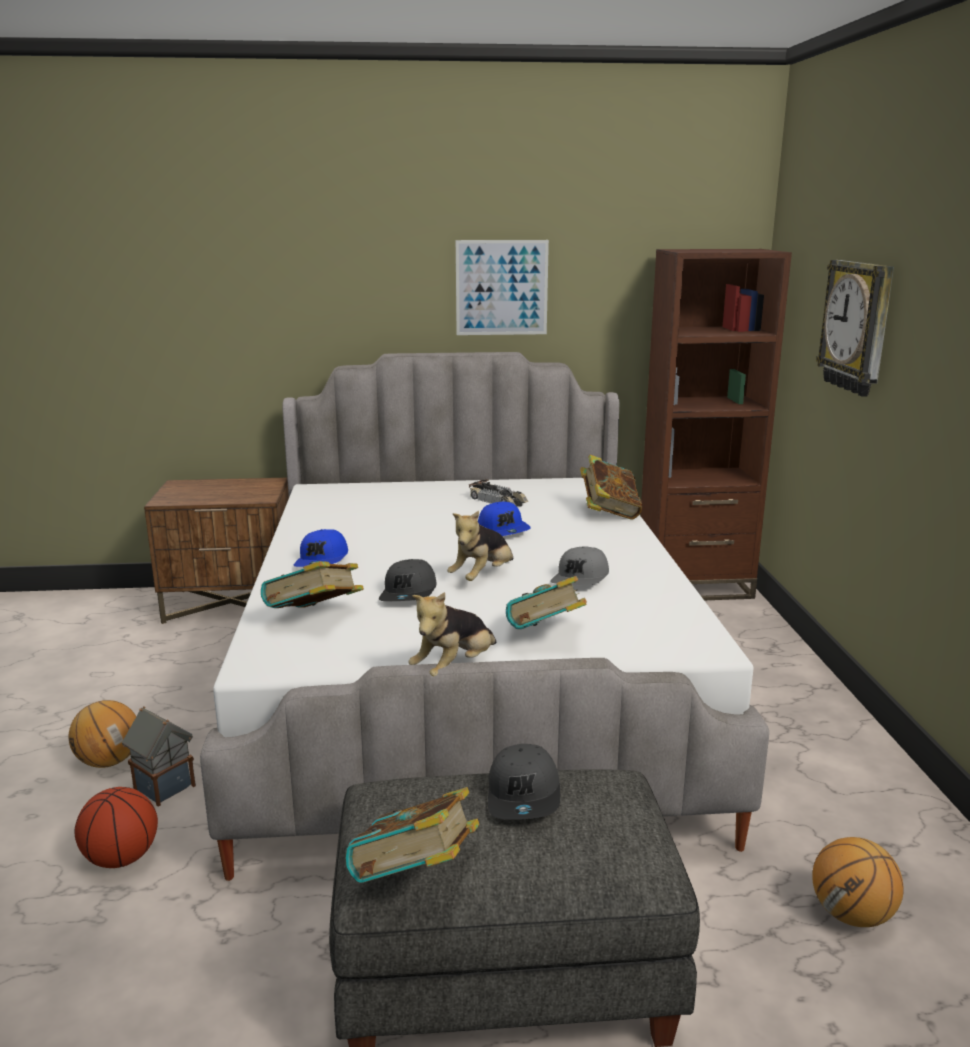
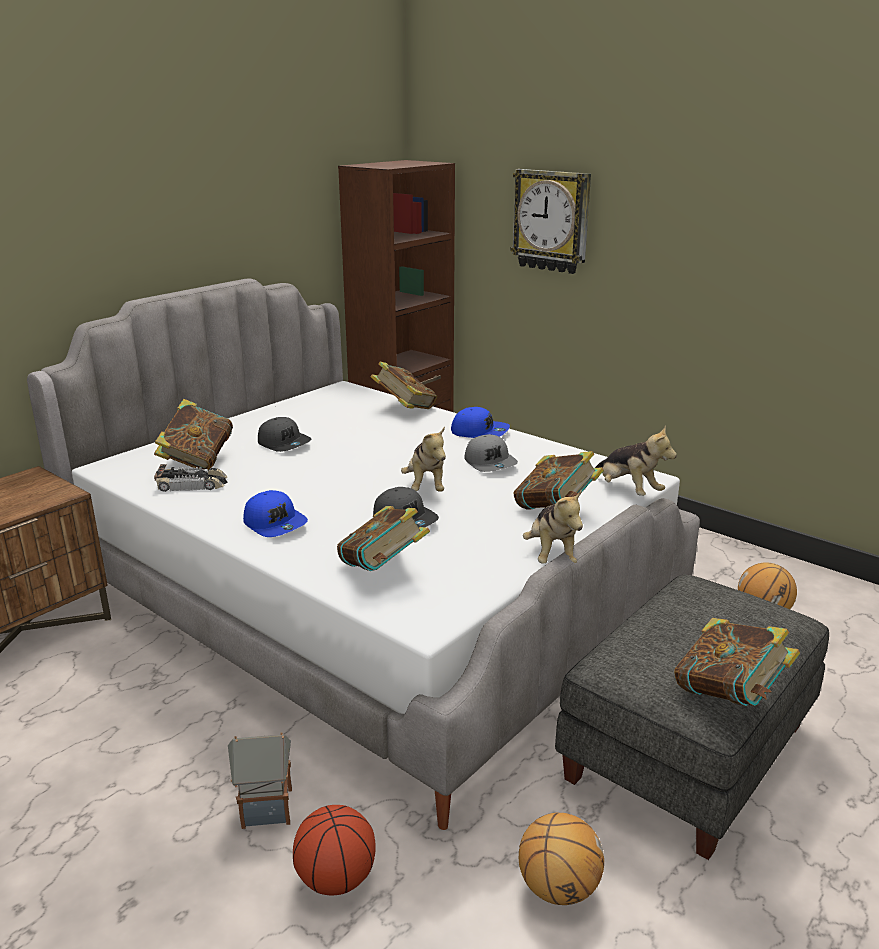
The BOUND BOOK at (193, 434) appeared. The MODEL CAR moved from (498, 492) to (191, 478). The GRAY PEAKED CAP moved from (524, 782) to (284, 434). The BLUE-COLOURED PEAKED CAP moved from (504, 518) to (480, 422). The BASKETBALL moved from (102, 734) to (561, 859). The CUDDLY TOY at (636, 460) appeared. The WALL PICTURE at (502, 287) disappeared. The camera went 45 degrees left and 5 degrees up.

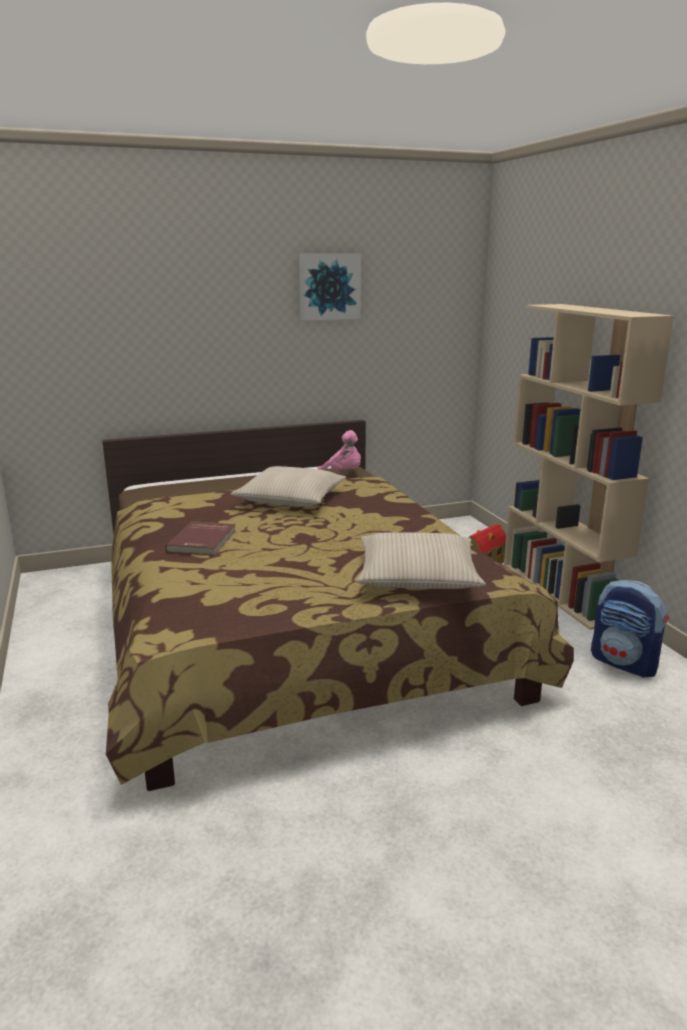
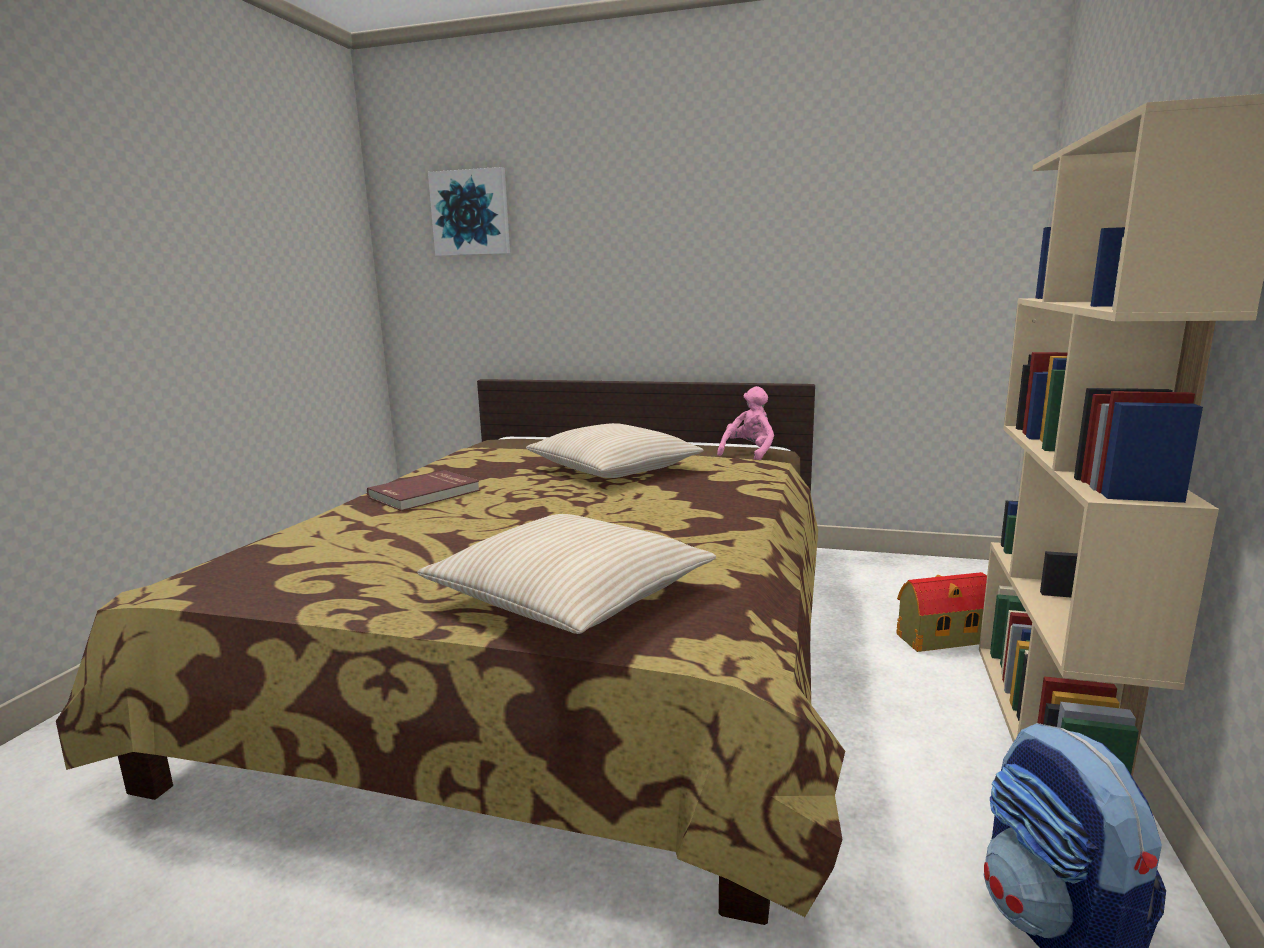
The WALL PICTURE moved from (330, 287) to (469, 211). The PINK-COLOURED CUDDLY TOY at (339, 450) turned 120 degrees counterclockwise. The camera went 35 degrees right and 5 degrees down.

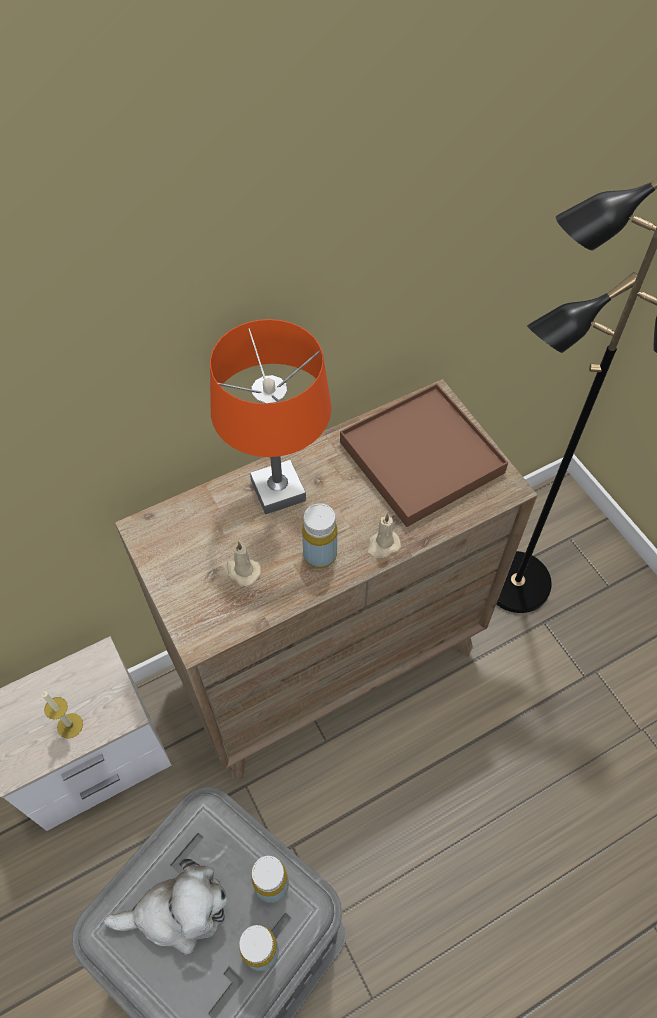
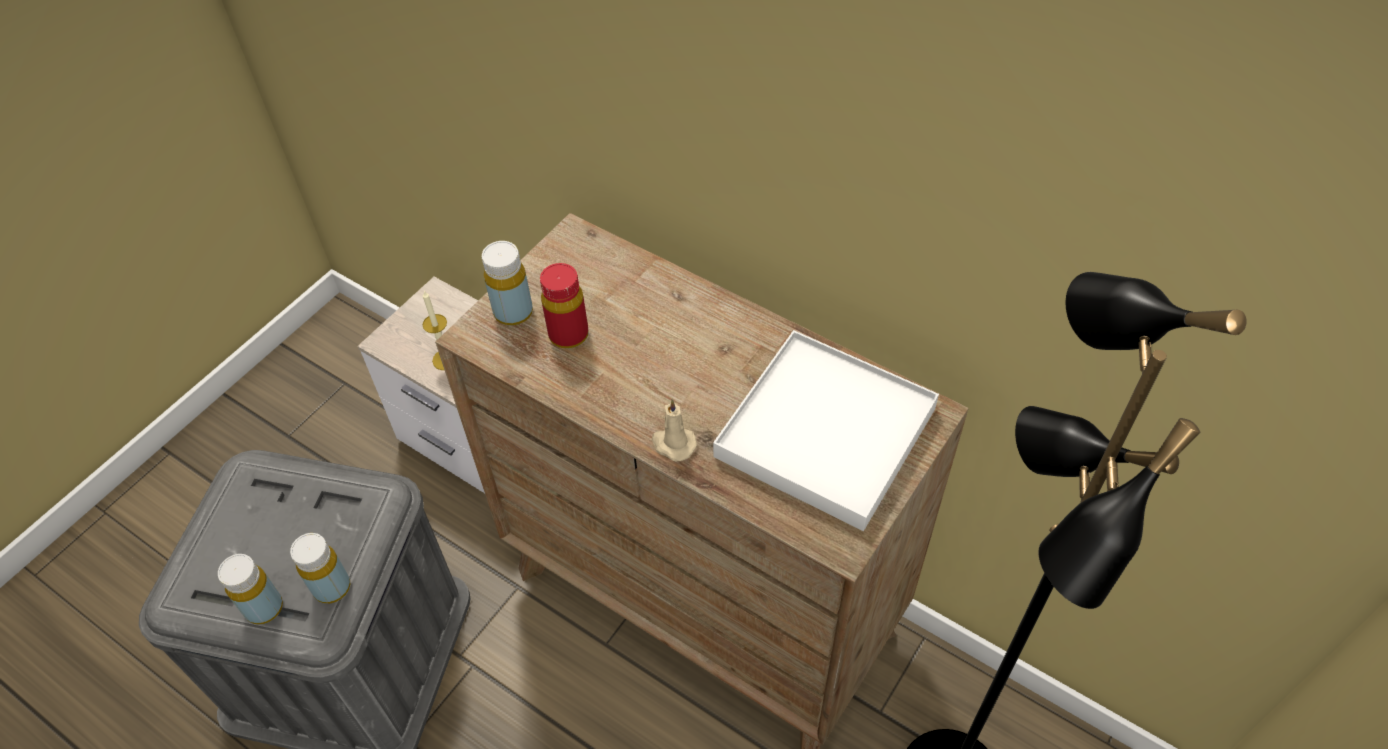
The YELLOWISH DRINK BOTTLE moved from (319, 535) to (507, 283). The BEIGE-COLOURED WAX LIGHT at (244, 564) was replaced by the REDDISH DRINK BOTTLE at (564, 306). The BROWNISH CARRYING TRAY at (424, 455) became the WHITE CARRYING TRAY at (826, 430). The CUDDLY TOY at (165, 907) disappeared. The ORANGE LAMP FOR A TABLE at (270, 416) disappeared. The camera went 65 degrees right and 5 degrees down.

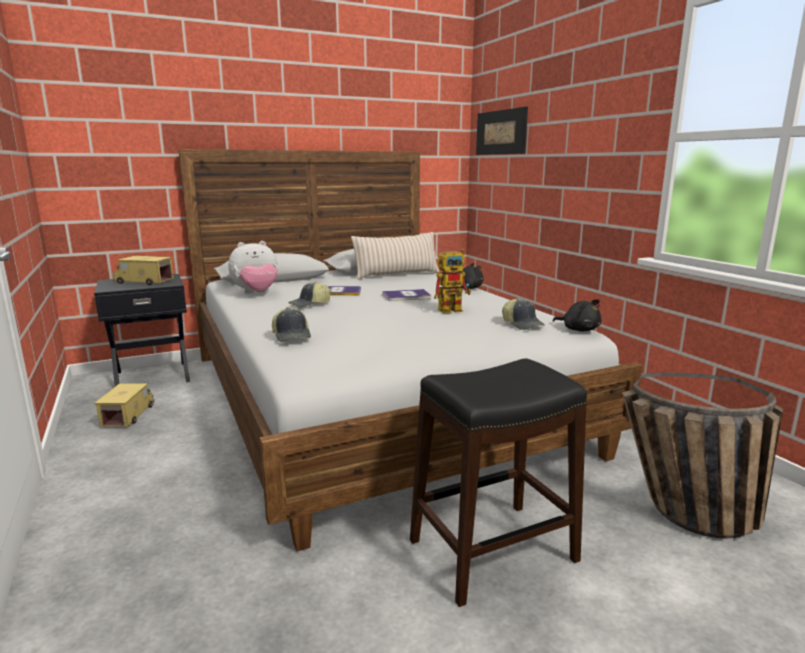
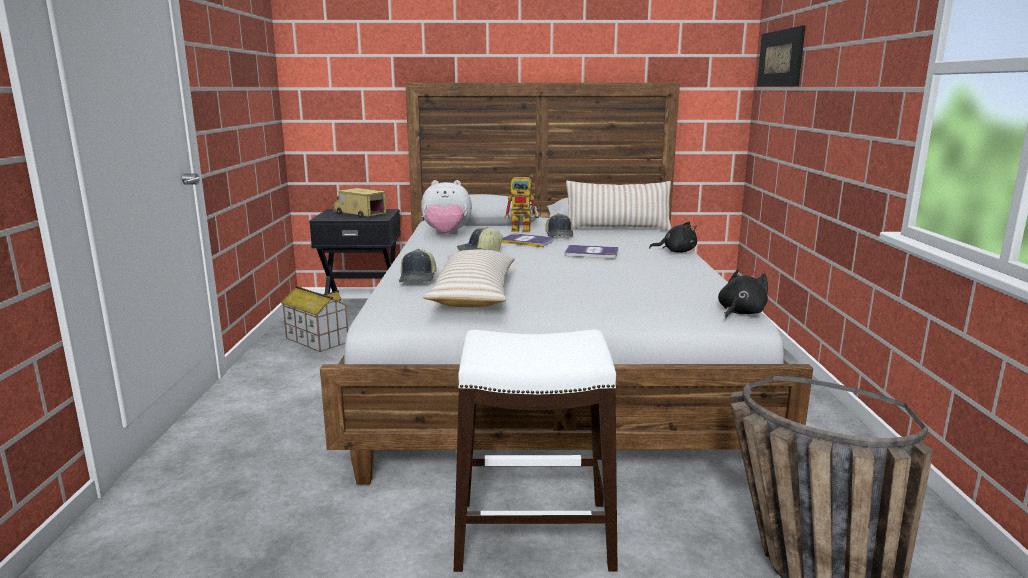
The TOY LORRY at (124, 405) was replaced by the MINIATURE HOUSE at (314, 319). The BEIGE-COLOURED THROW PILLOW at (469, 278) appeared. The BLACKISH STOOL SEAT at (498, 482) became the WHITE STOOL SEAT at (536, 451). The TOY ROBOT moved from (452, 281) to (523, 203). The PEAKED CAP moved from (523, 314) to (559, 225). The BLACKISH CUDDLY TOY at (577, 315) turned 120 degrees counterclockwise. The camera went 25 degrees right and 0 degrees up.

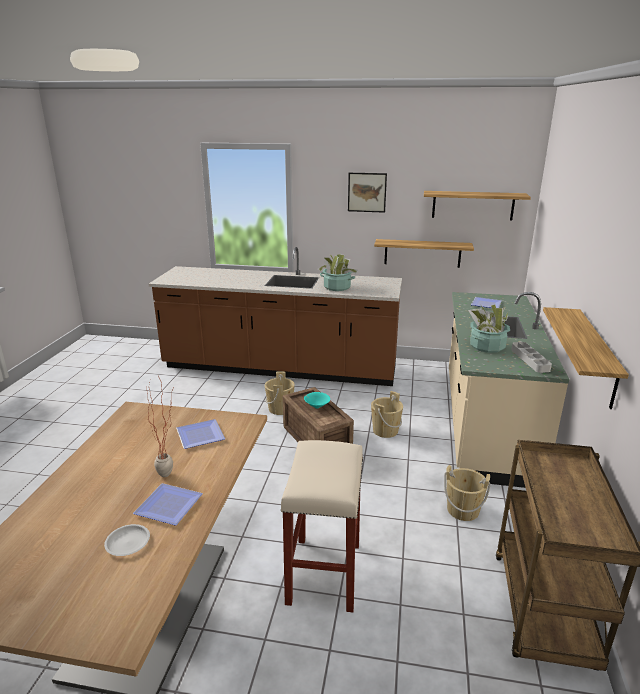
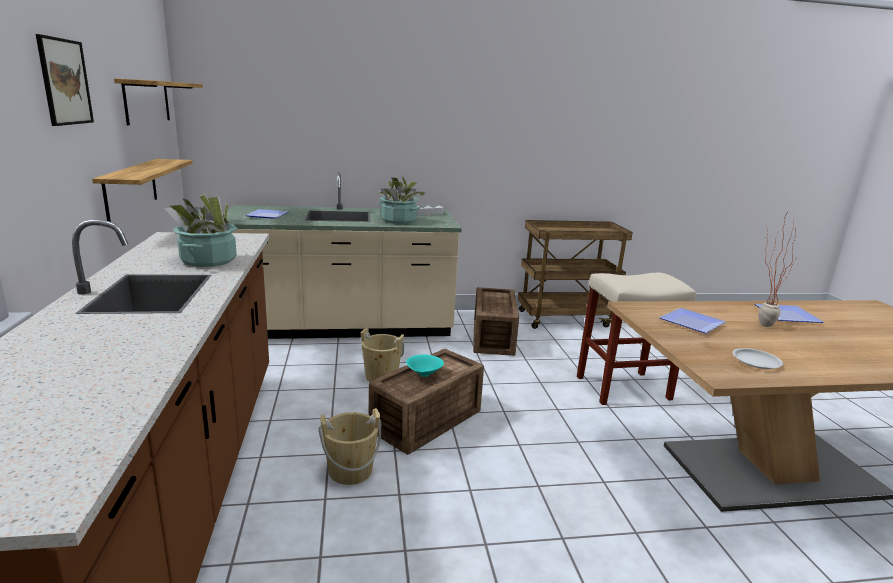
The BEIGE-COLOURED PAIL at (467, 493) was replaced by the SHIPPING CRATE at (496, 321). The WHITE FLAT DISH moved from (127, 540) to (758, 358). The SHELF at (586, 358) disappeared. The camera went 110 degrees left and 5 degrees down.

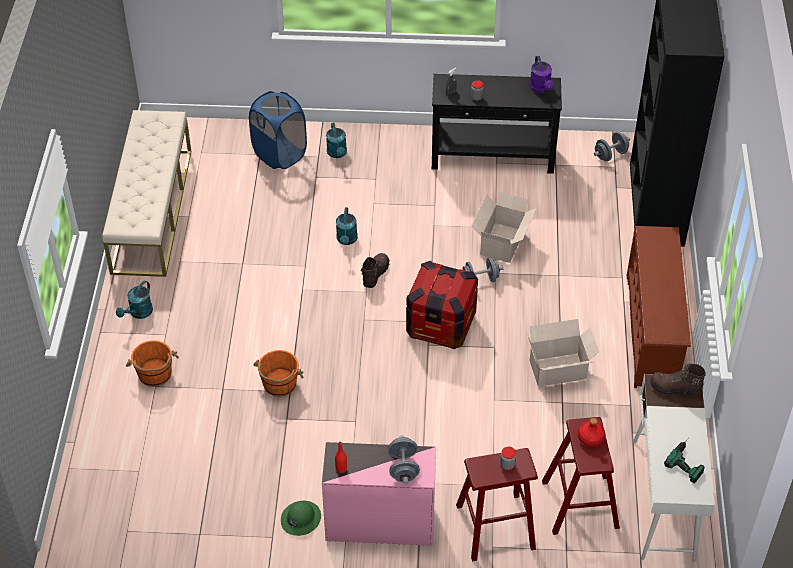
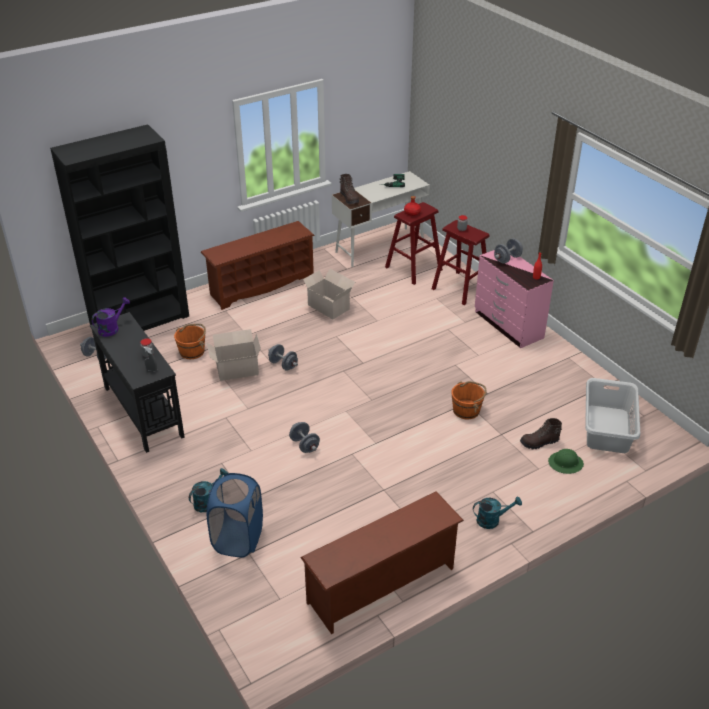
The ORANGE PAIL moved from (152, 363) to (190, 341). The TURQUOISE-COLOURED SPRINKLING CAN at (347, 226) was replaced by the GRAY HAND WEIGHT at (304, 437). The BEIGE-COLOURED INDOOR BENCH at (146, 193) was replaced by the BROWNISH SHOE RACK at (382, 562). The BROWNISH HIGH-TOP BOOT moved from (375, 270) to (541, 434). The GREEN SAFETY HELMET moved from (301, 518) to (566, 461). The GRAY WASHING BASKET at (612, 415) appeared. The SHIPPING CRATE at (442, 305) disappeared. The camera went 125 degrees left and 10 degrees down.

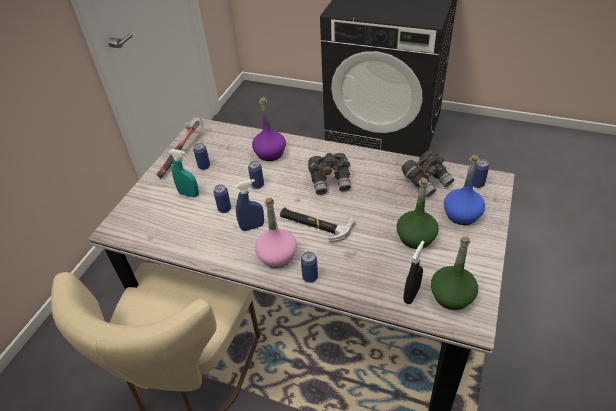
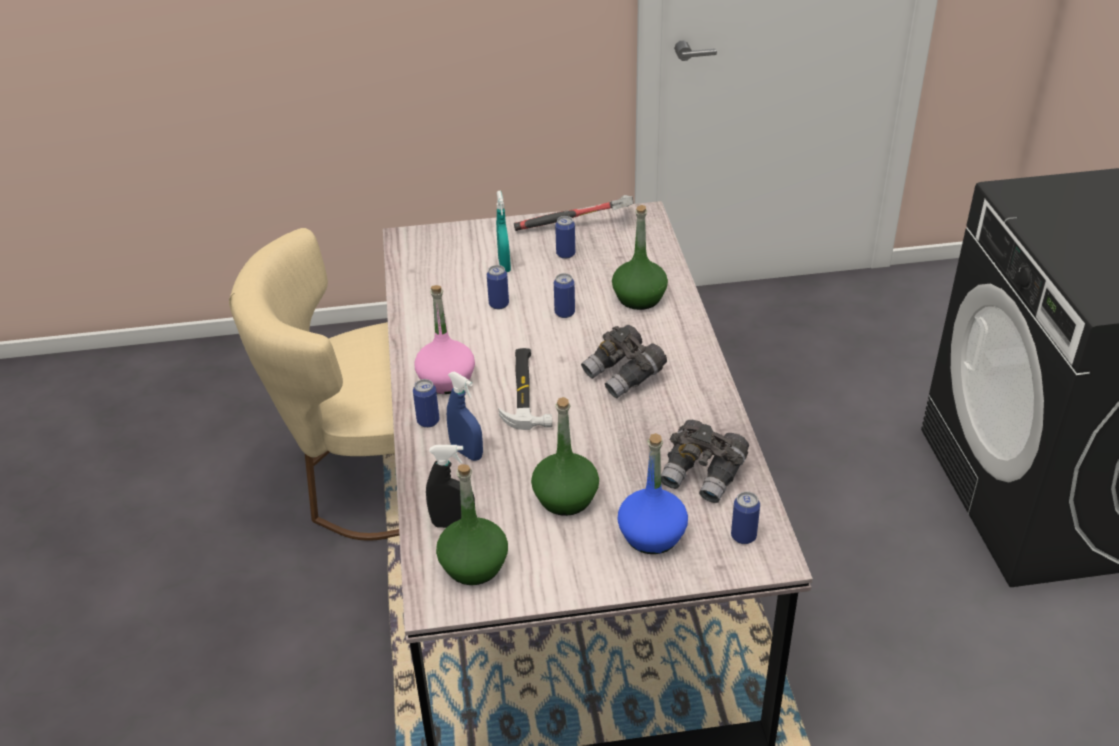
The BLUE-COLOURED SPRAYER moved from (249, 205) to (465, 416). The PURPLE-COLOURED DRINK BOTTLE at (269, 129) became the GREEN DRINK BOTTLE at (640, 257). The camera went 60 degrees right and 5 degrees down.

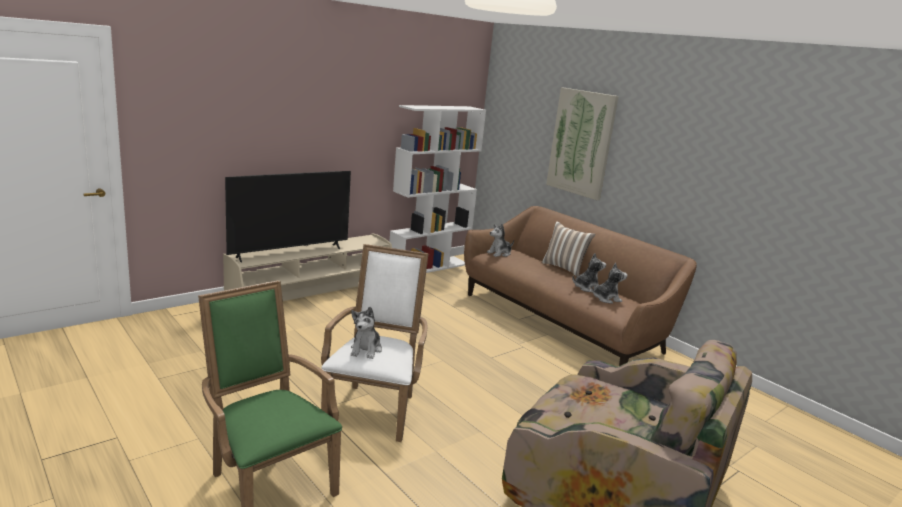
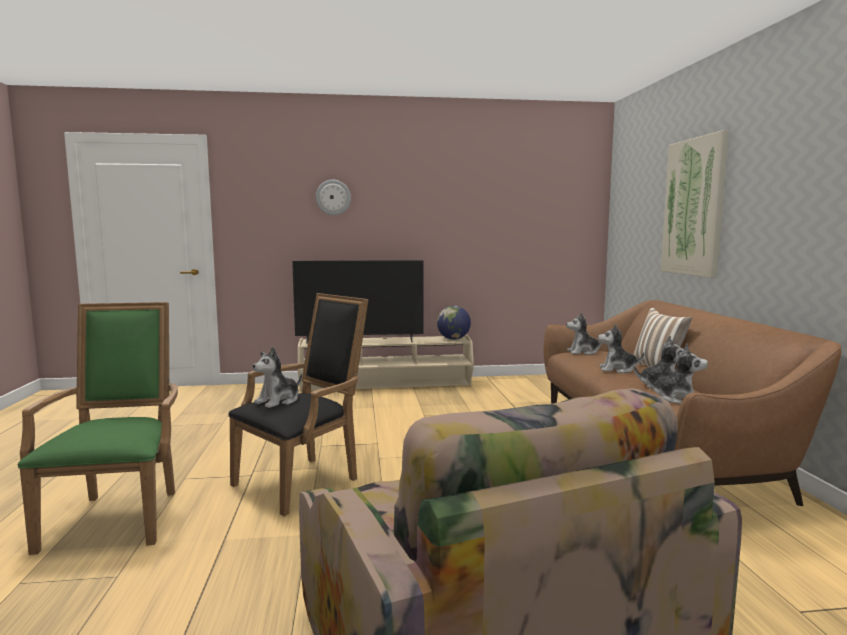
The WHITE LOUNGE CHAIR at (375, 343) became the BLACKISH LOUNGE CHAIR at (298, 404). The HANGING CLOCK at (333, 197) appeared. The WORLD GLOBE at (454, 323) appeared. The CUDDLY TOY at (621, 348) appeared. The WHITE SHELVING UNIT at (437, 189) disappeared. The camera went 35 degrees right and 10 degrees down.

